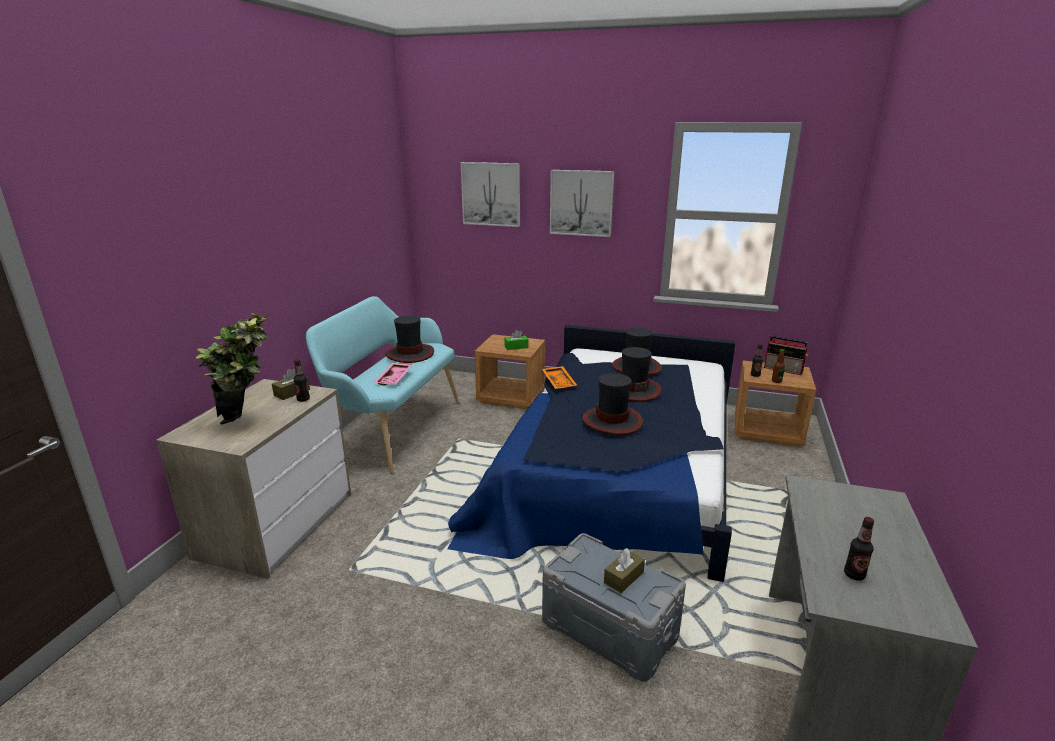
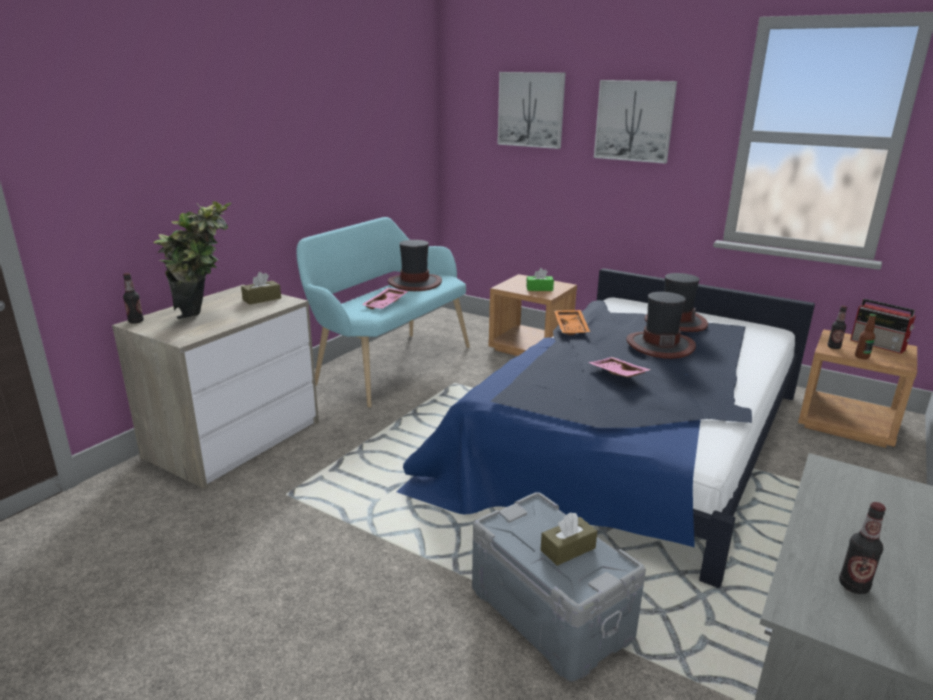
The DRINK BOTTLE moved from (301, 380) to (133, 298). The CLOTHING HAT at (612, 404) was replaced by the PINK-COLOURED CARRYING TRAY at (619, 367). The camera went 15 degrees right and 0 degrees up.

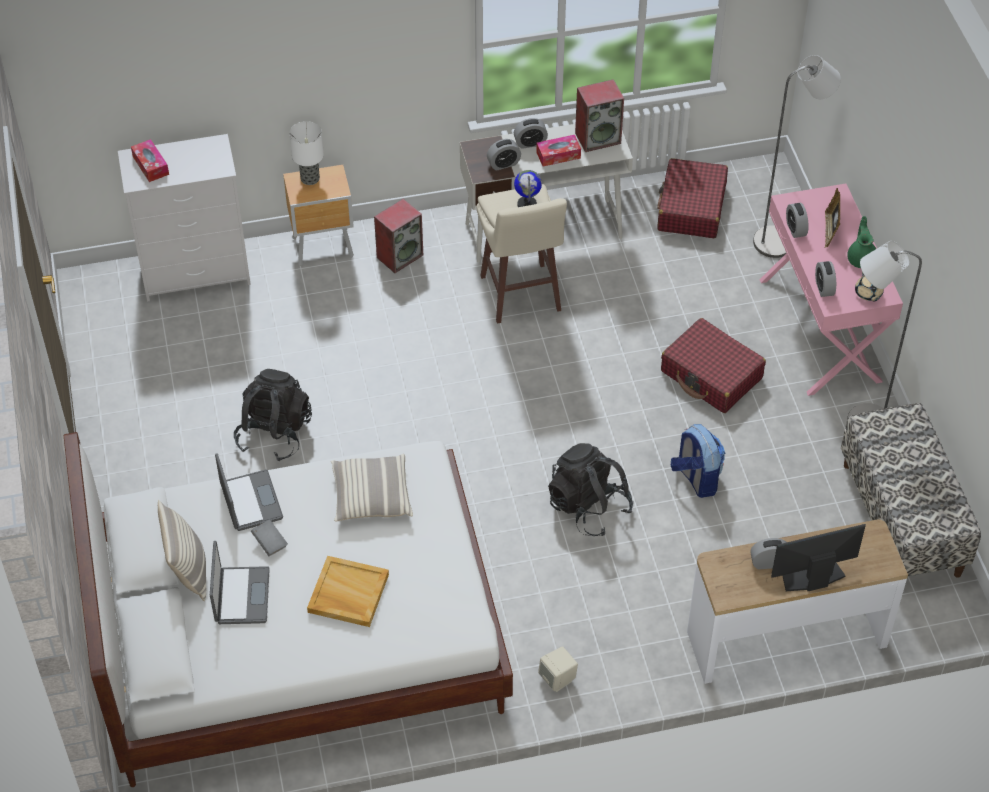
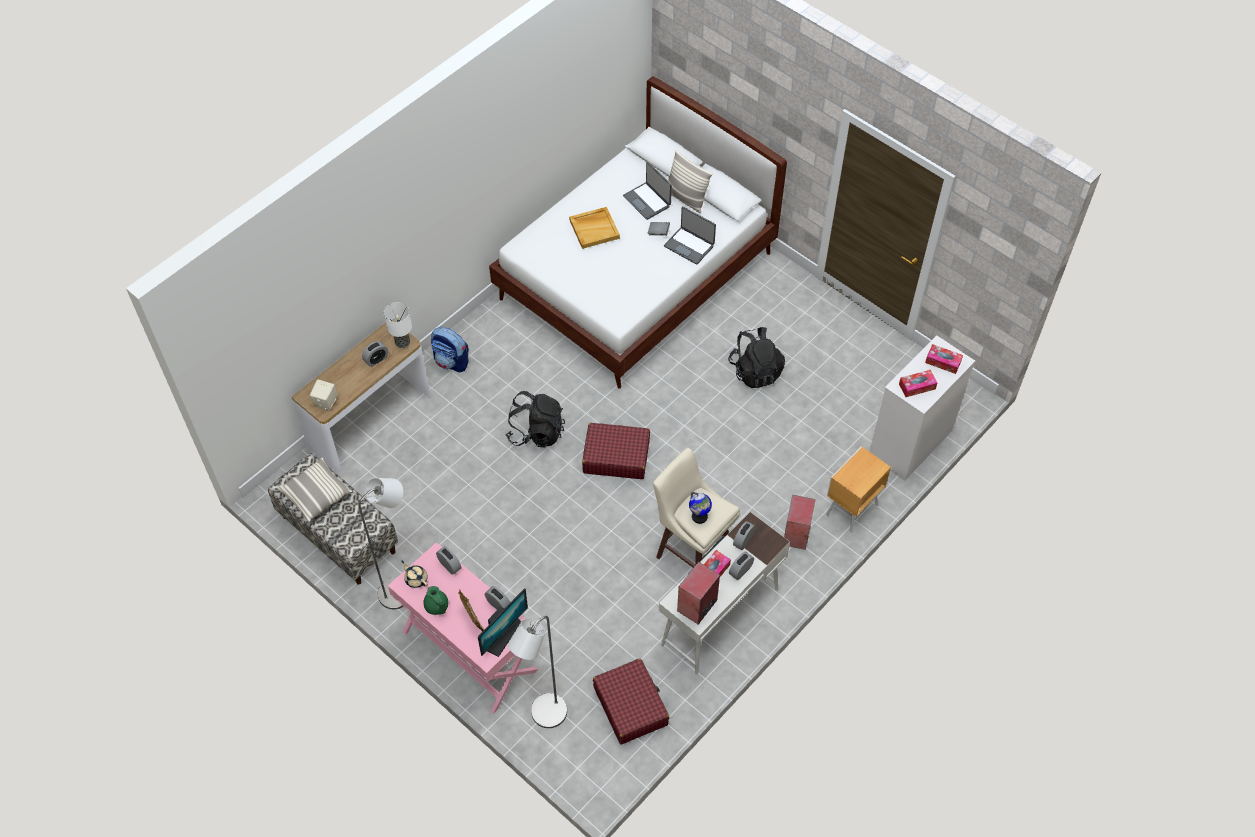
The THROW PILLOW moved from (372, 488) to (314, 490). The BEIGE-COLOURED AUDIO SPEAKER moved from (558, 669) to (324, 394). The LAMP FOR A TABLE moved from (306, 153) to (398, 325). The BACKPACK moved from (698, 461) to (450, 350). The COMPUTER DISPLAY moved from (818, 557) to (503, 622). The REDDISH TRAVEL CASE moved from (713, 365) to (616, 451). The TISSUE BOX at (918, 383) appeared. The camera went 145 degrees right and 5 degrees up.

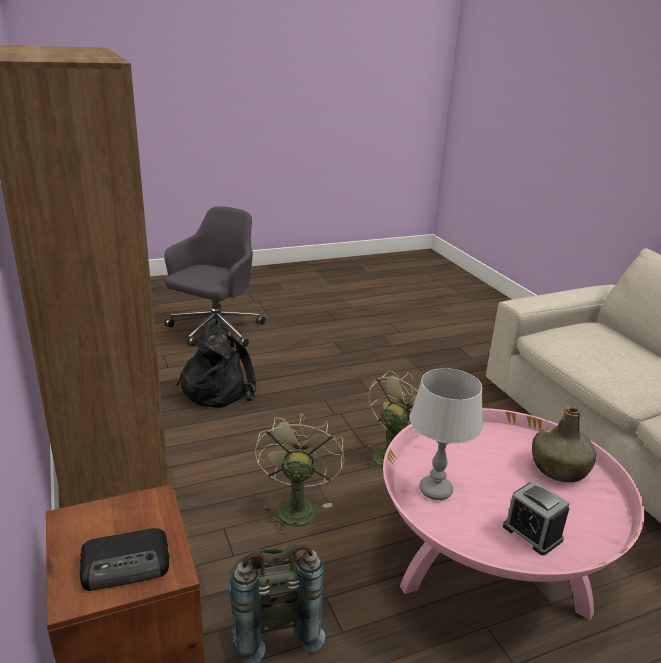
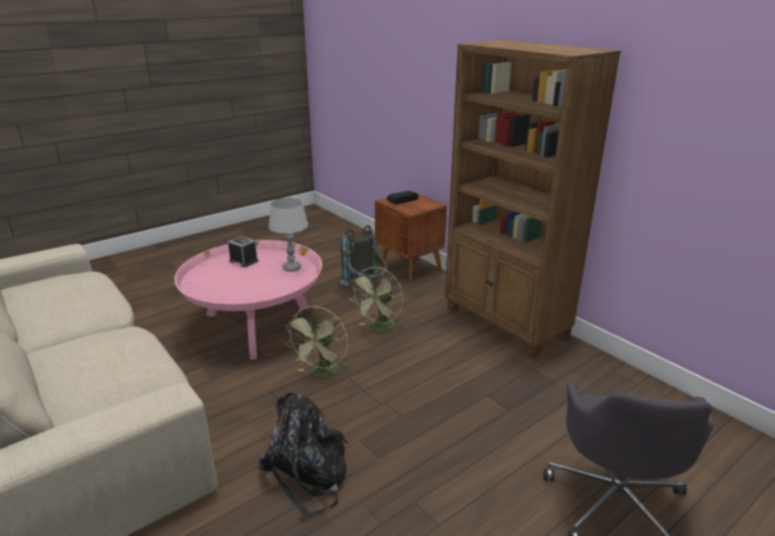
The BLACKISH BACKPACK moved from (216, 363) to (303, 457). The GREEN ELECTRIC FAN at (300, 474) turned 45 degrees clockwise. The GREEN DRINK BOTTLE at (564, 444) disappeared. The camera went 165 degrees right and 0 degrees up.

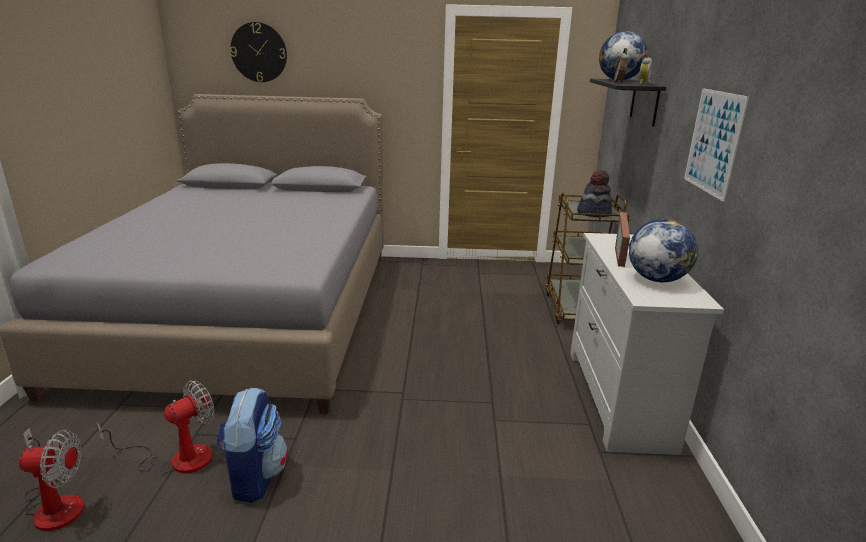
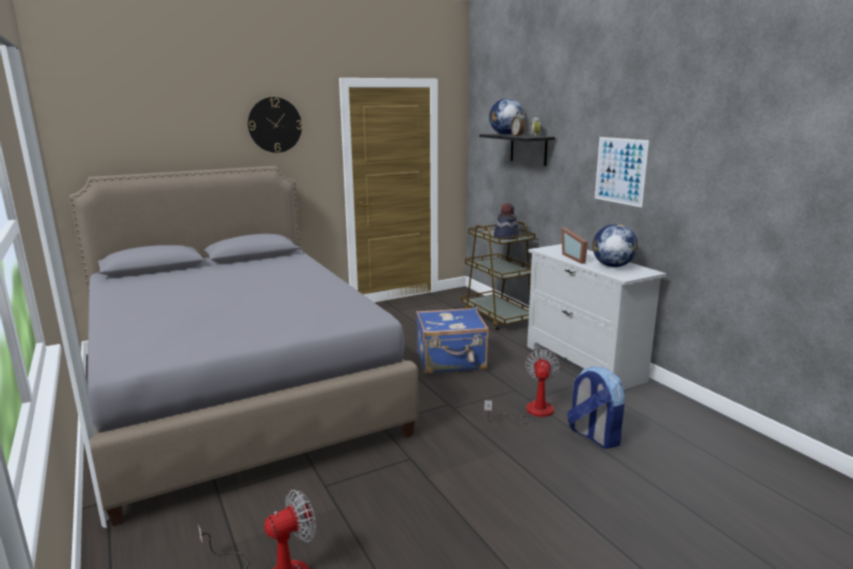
The HANGING CLOCK moved from (258, 52) to (275, 125). The BLUE-COLOURED TRAVEL CASE at (452, 340) appeared. The ELECTRIC FAN moved from (155, 427) to (522, 386). The BACKPACK moved from (252, 445) to (596, 407). The camera went 30 degrees left and 5 degrees down.

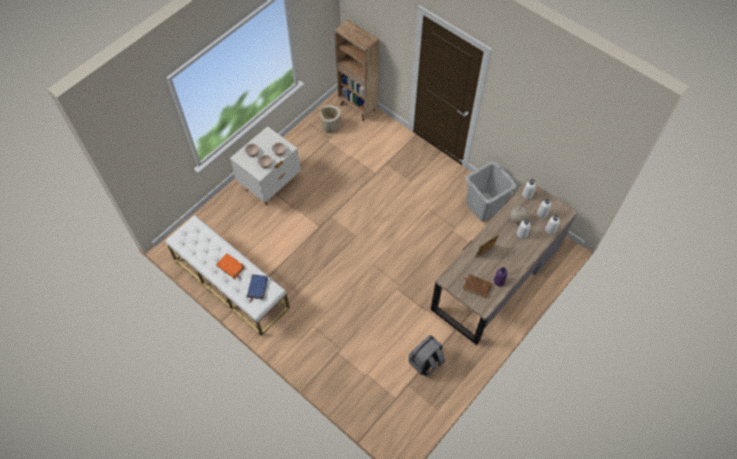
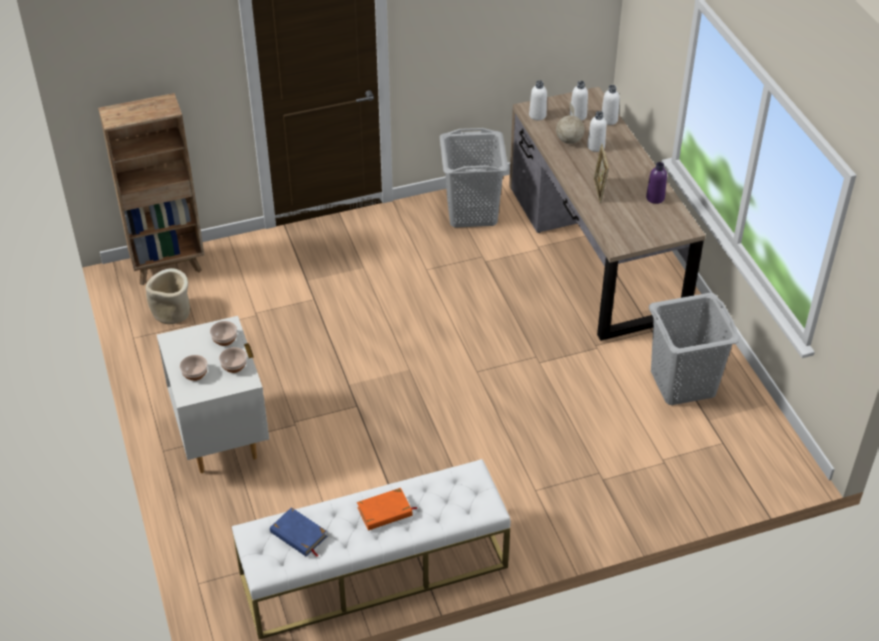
The BLUE-COLOURED BOUND BOOK moved from (257, 288) to (298, 532). The GRAY BACKPACK at (427, 355) was replaced by the GRAY WASHING BASKET at (694, 349). The BROWNISH BOUND BOOK at (477, 286) disappeared. The camera went 60 degrees left and 15 degrees down.

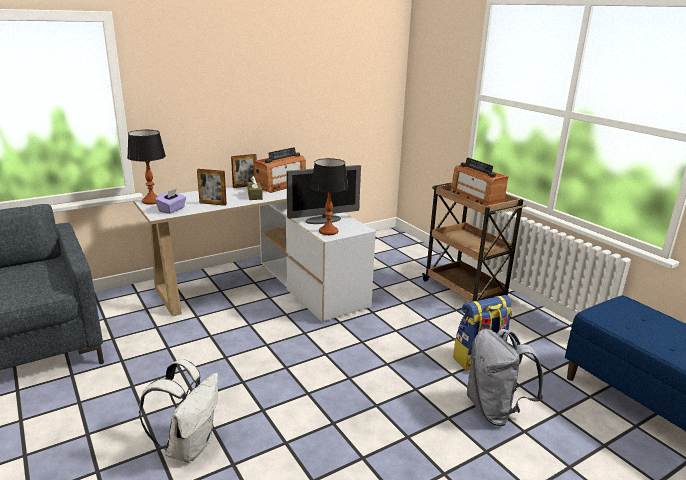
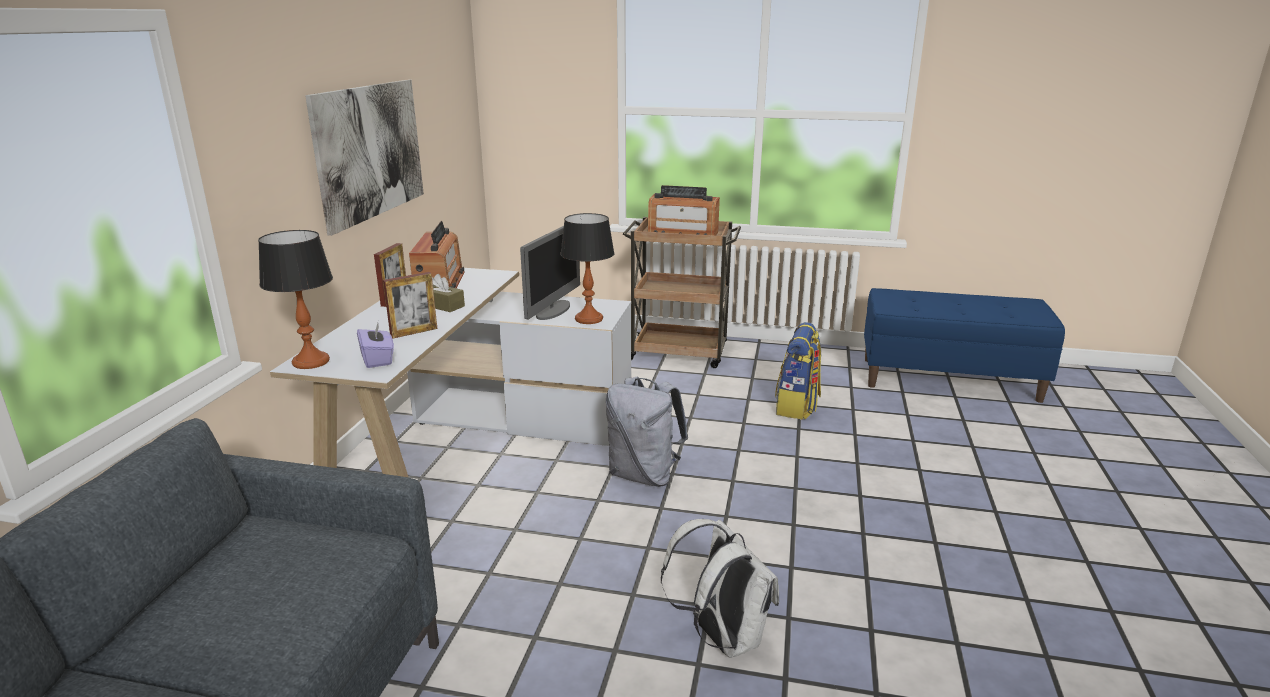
The WALL PICTURE at (364, 158) appeared. The GRAY BACKPACK moved from (505, 377) to (647, 432). The camera went 45 degrees left and 0 degrees up.

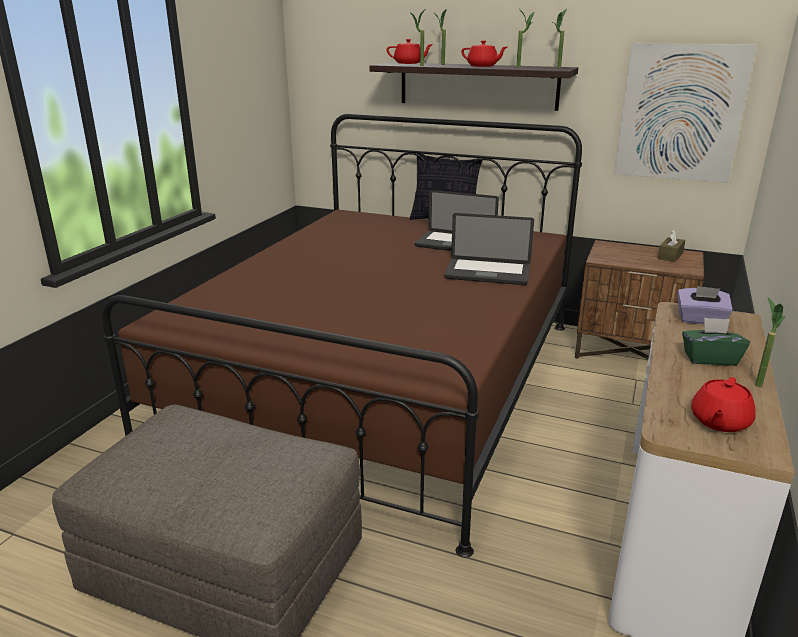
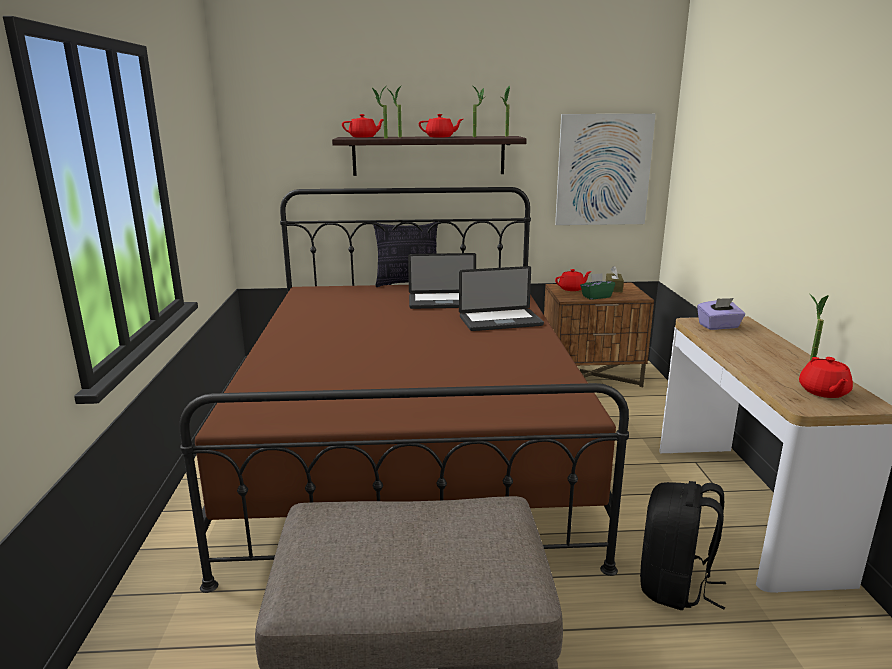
The REDDISH POT FOR TEA at (573, 280) appeared. The GREEN TISSUE BOX moved from (716, 341) to (597, 286). The BLACKISH BACKPACK at (683, 545) appeared. The camera went 25 degrees left and 5 degrees down.

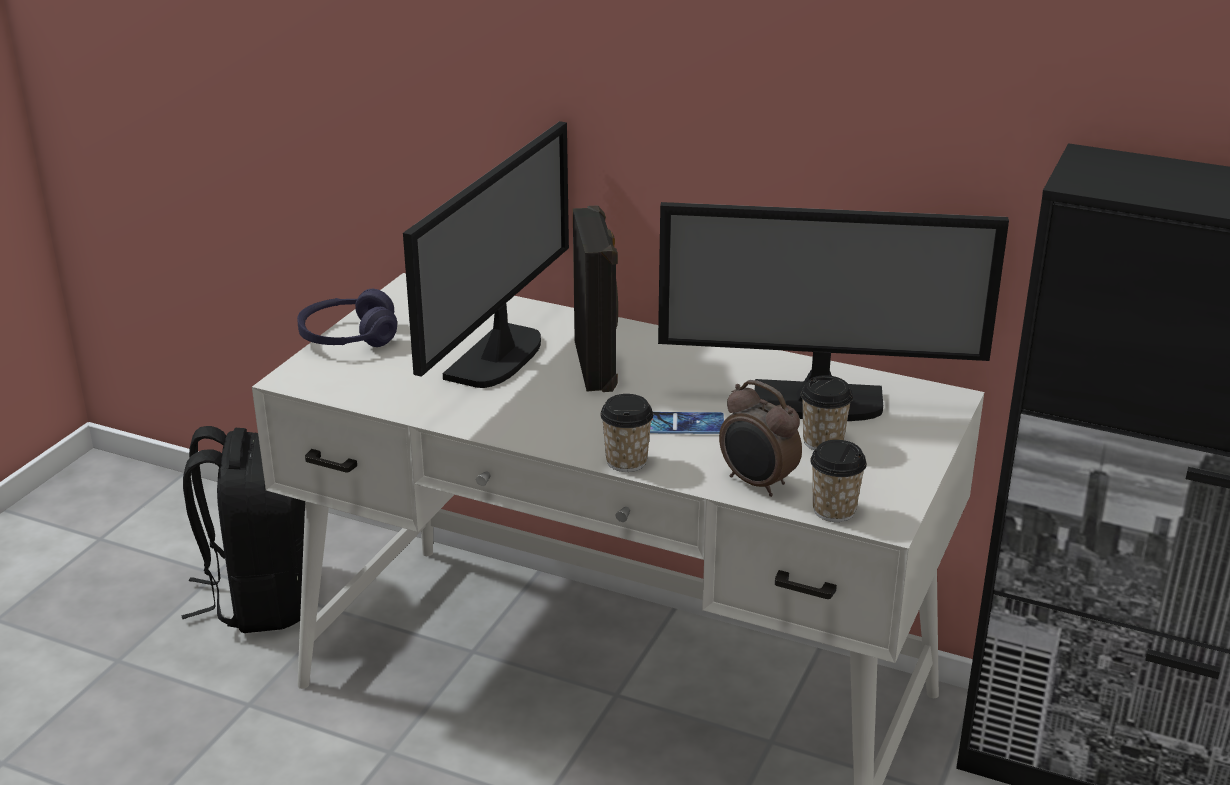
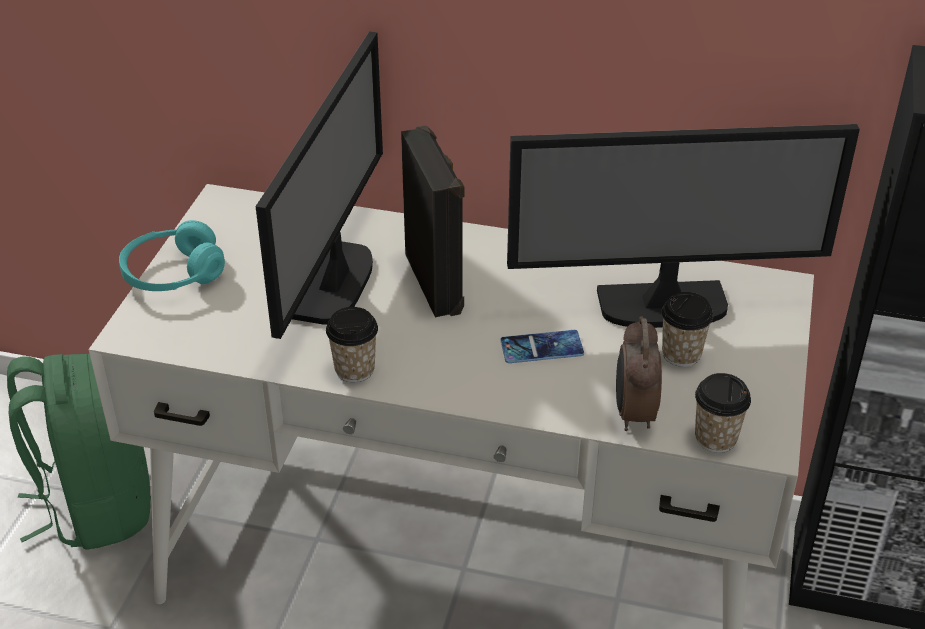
The BLACKISH BACKPACK at (243, 529) became the GREEN BACKPACK at (79, 451). The PURPLE-COLOURED HEADPHONES at (347, 318) became the TURQUOISE-COLOURED HEADPHONES at (172, 255). The DRINKING CUP moved from (626, 433) to (352, 344). The ALARM CLOCK at (760, 438) turned 60 degrees clockwise. The camera went 10 degrees left and 10 degrees up.

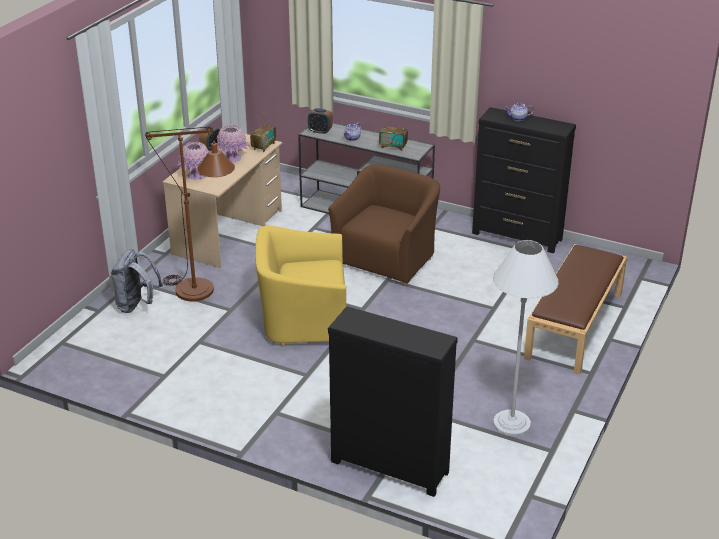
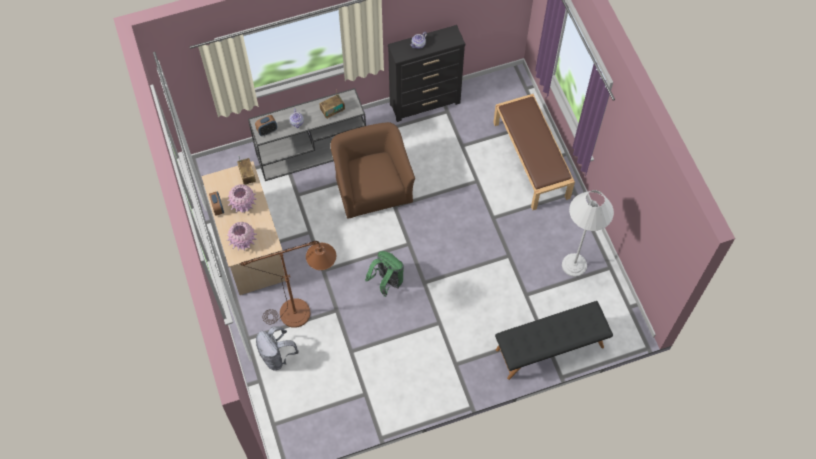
The YELLOWISH LOUNGE CHAIR at (300, 286) was replaced by the GREEN BACKPACK at (384, 274). The BLACKISH CHEST OF DRAWERS at (393, 401) was replaced by the BLACKISH INDOOR BENCH at (554, 340). The camera went 45 degrees left and 30 degrees up.

